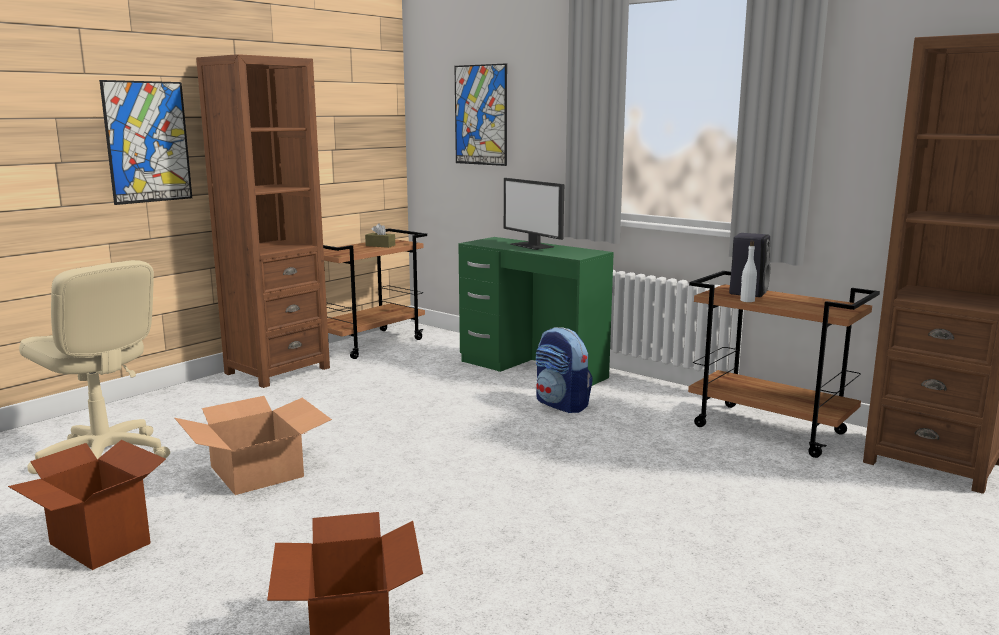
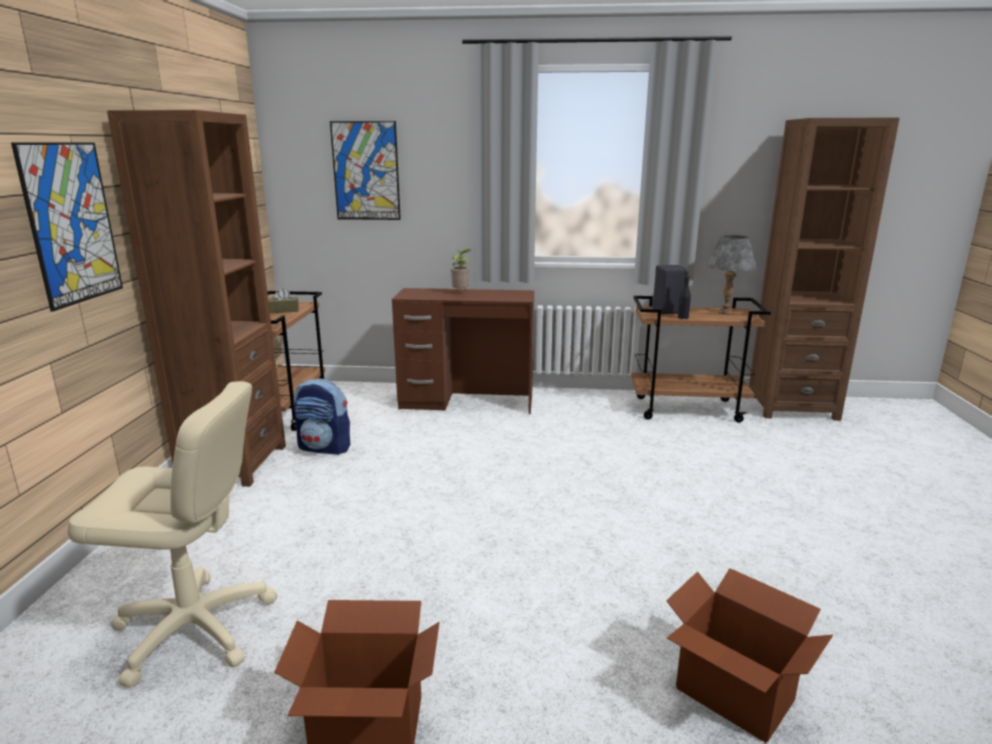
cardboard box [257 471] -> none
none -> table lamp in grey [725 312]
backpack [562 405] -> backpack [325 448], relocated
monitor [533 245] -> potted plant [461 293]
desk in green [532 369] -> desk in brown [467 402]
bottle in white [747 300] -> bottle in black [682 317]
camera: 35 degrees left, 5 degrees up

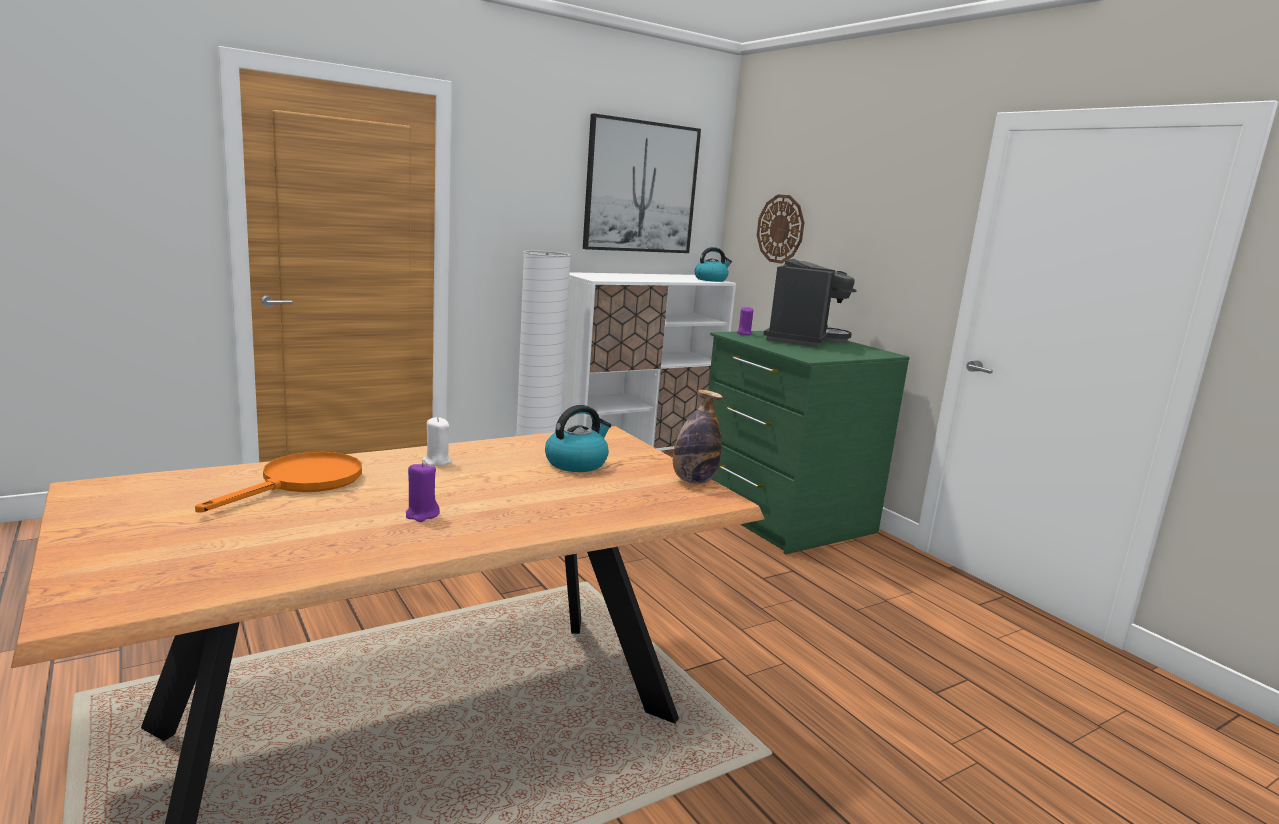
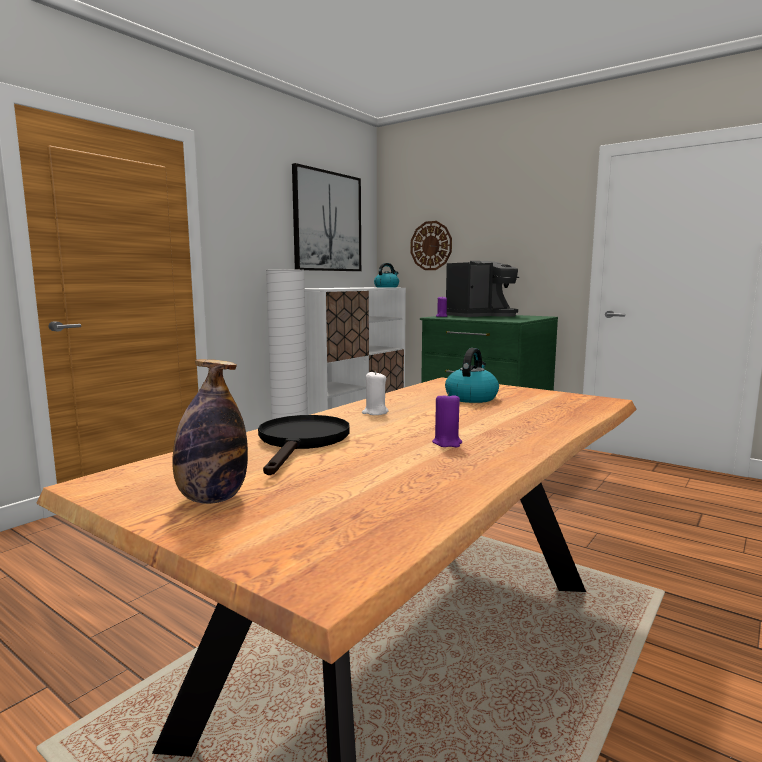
bottle [693 481] -> bottle [212 499], relocated
frying pan in orange [302 483] -> frying pan in black [302 442]
coffee machine [803 339] -> coffee machine [481 315], 60 degrees clockwise
camera: 20 degrees left, 5 degrees down

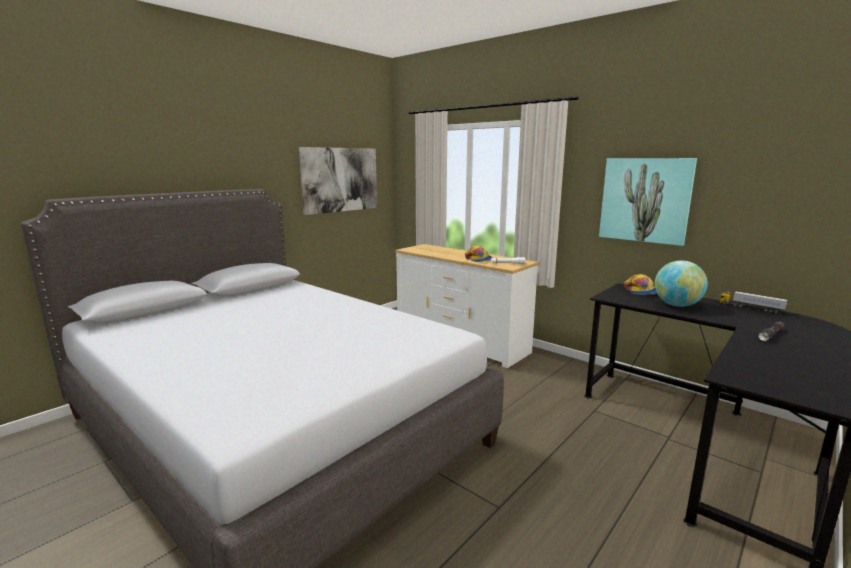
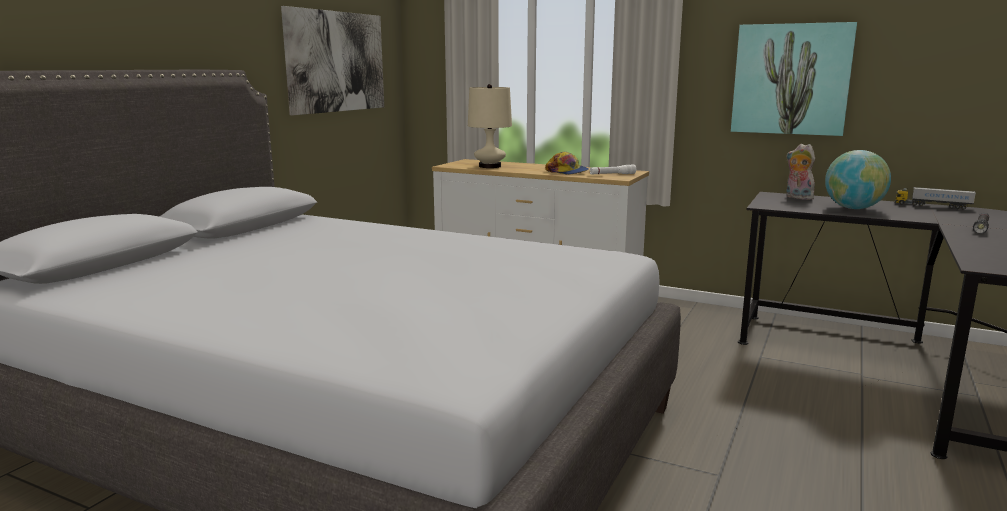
none -> table lamp in beige [490 166]
cap [641 291] -> plush toy [797 197]
camera: 15 degrees left, 0 degrees up

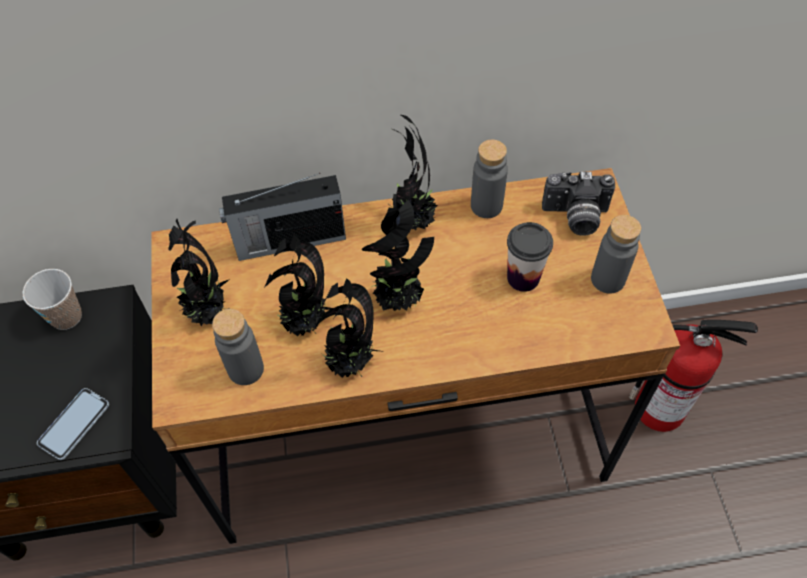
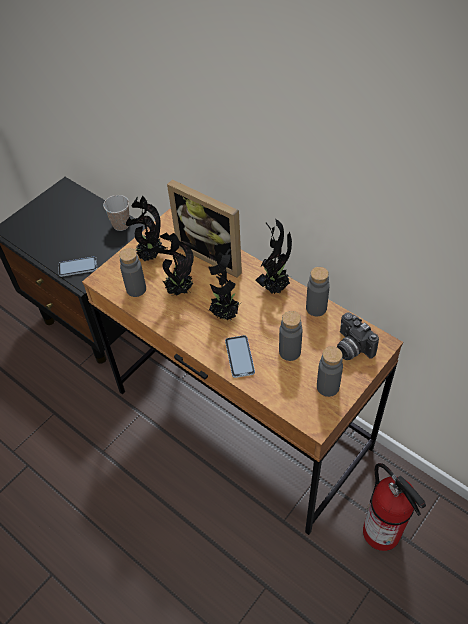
potted plant [350 364] -> none
none -> phone [239 357]
radio [288 241] -> picture frame [214 254]
cup [523 278] -> bottle in grey [289 352]
camera: 50 degrees right, 5 degrees down

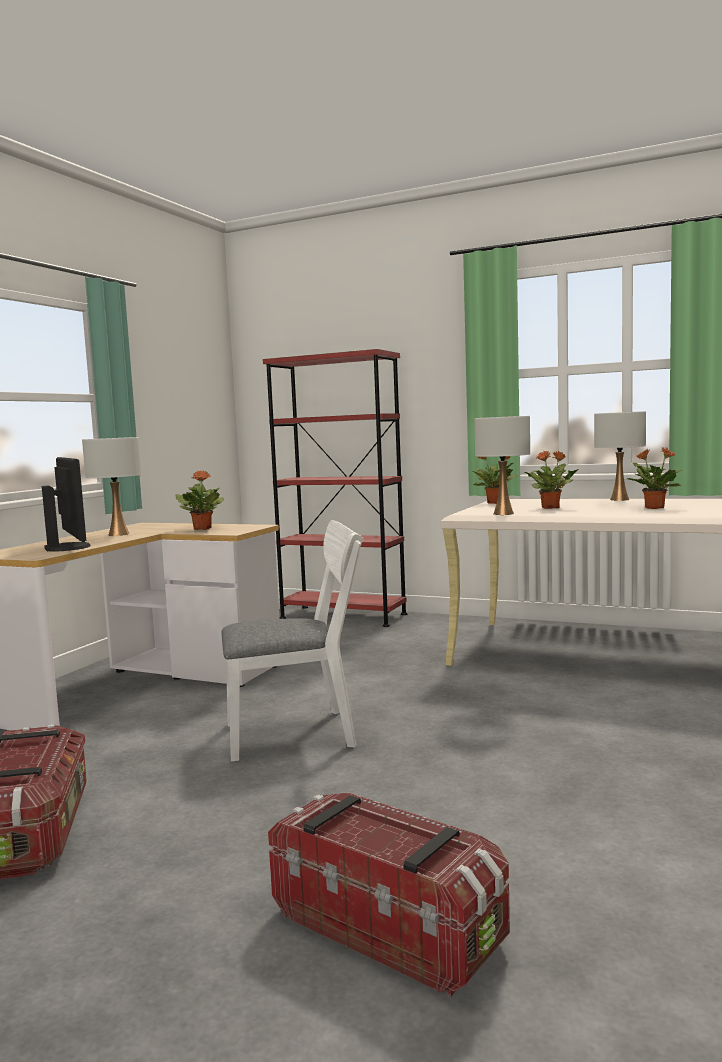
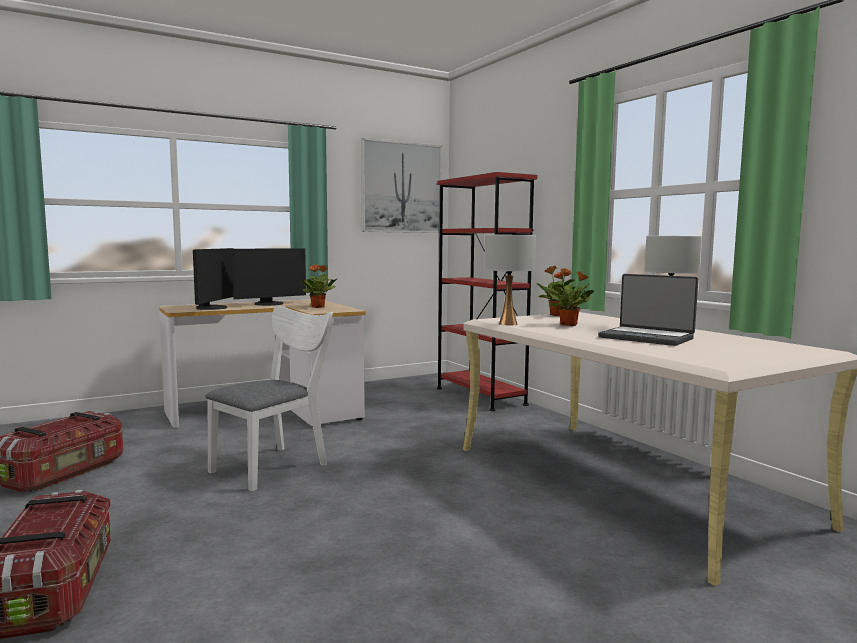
none -> picture [401 187]
table lamp in white [118 534] -> monitor [269 304]
potted plant [653 508] -> laptop [646 338]
chair in white [301 733] -> chair in white [276 465], 75 degrees counterclockwise
camera: 35 degrees right, 0 degrees up

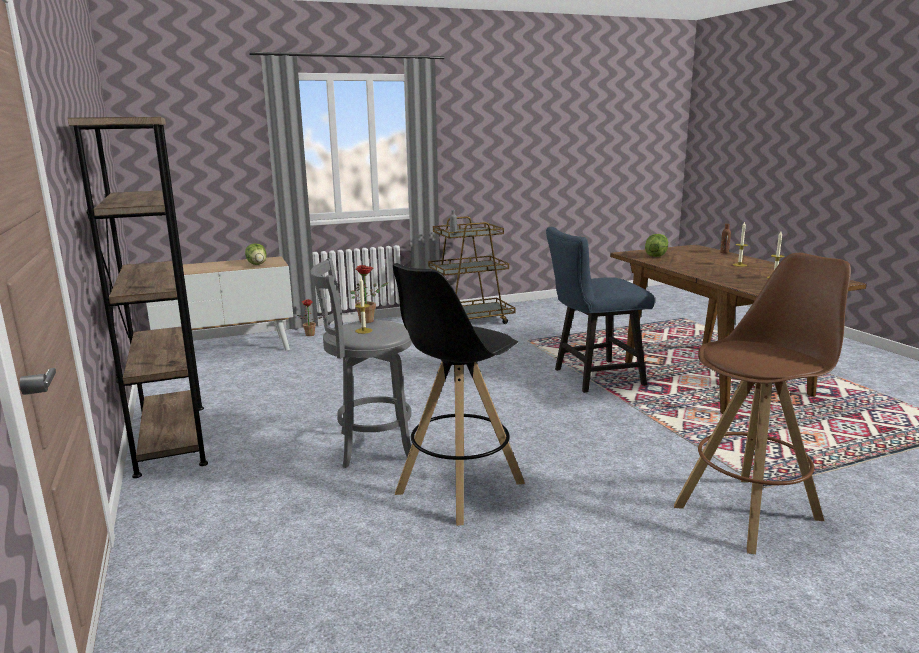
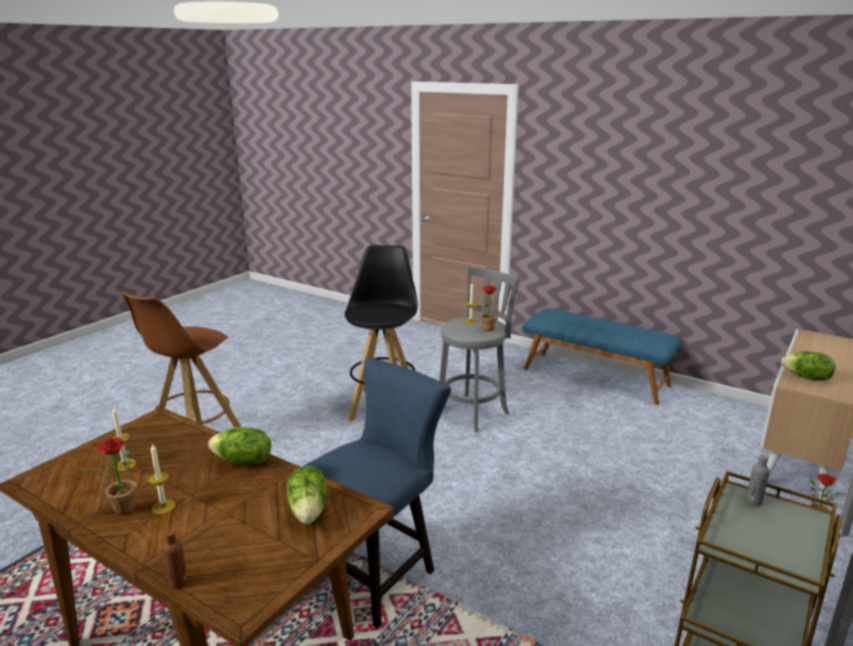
none -> potted plant [120 511]
none -> lettuce [243 462]
bookcase in brown [172 439] -> bench in blue [596 377]
camera: 145 degrees right, 5 degrees up

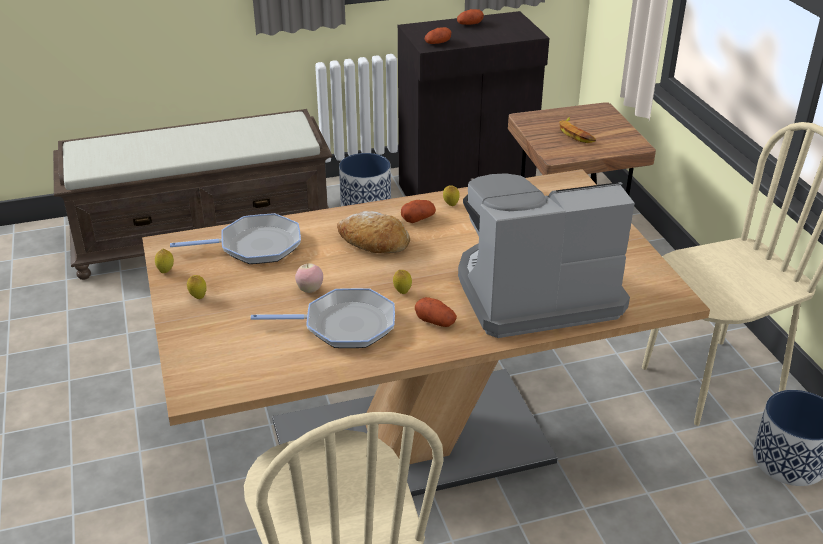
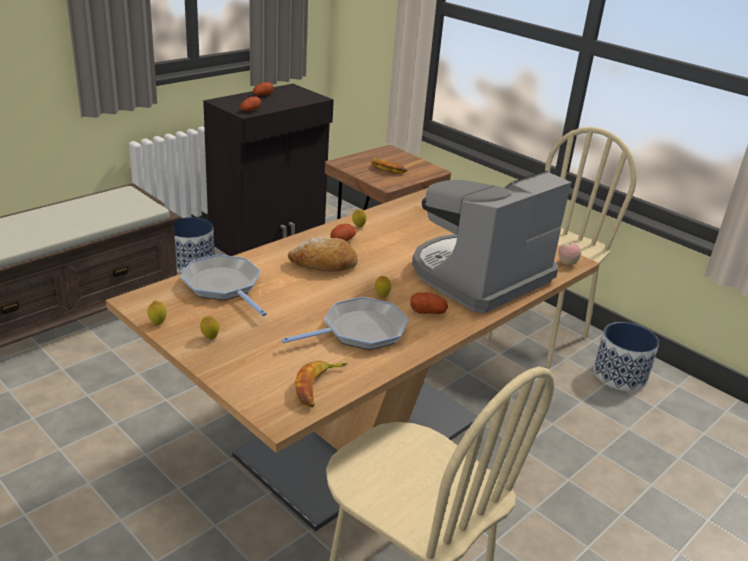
none -> banana [318 387]
apple [310 290] -> apple [567 263], relocated
frying pan [255 246] -> frying pan [224 286], 90 degrees counterclockwise
camera: 30 degrees left, 5 degrees down

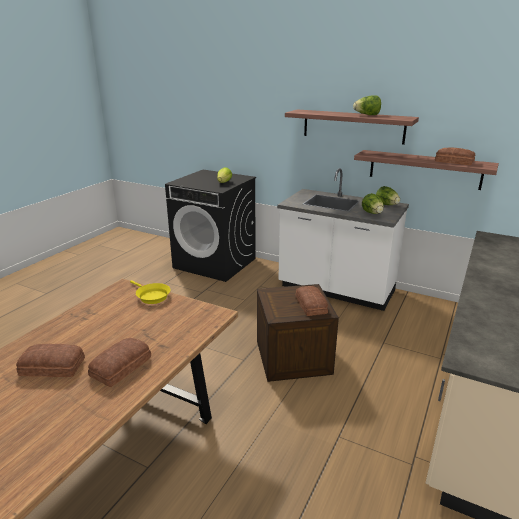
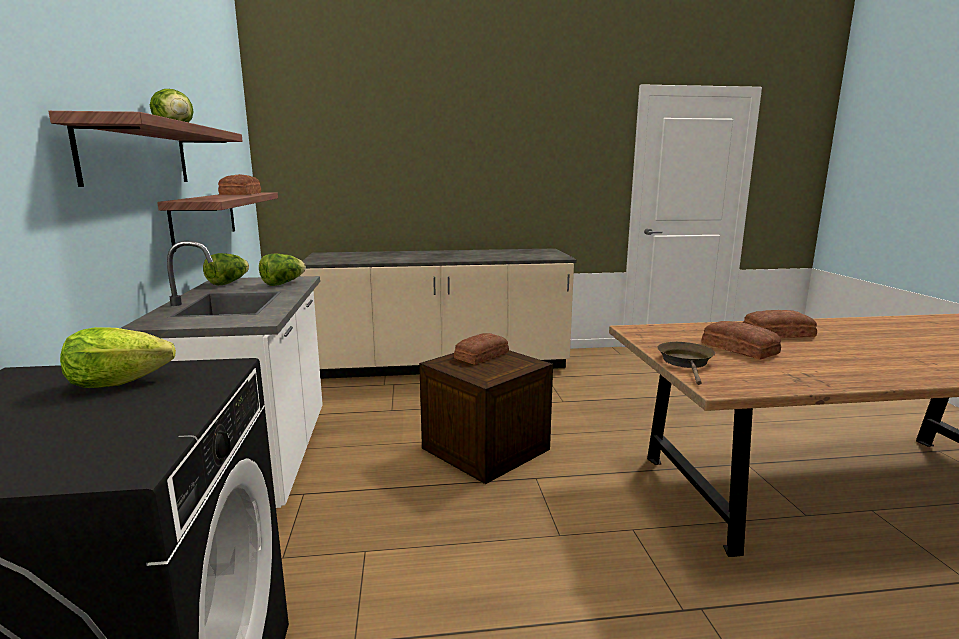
bread [52 367] -> bread [739 348], relocated
frying pan in yellow [151 296] -> frying pan in brown [686 363]
camera: 125 degrees left, 10 degrees down

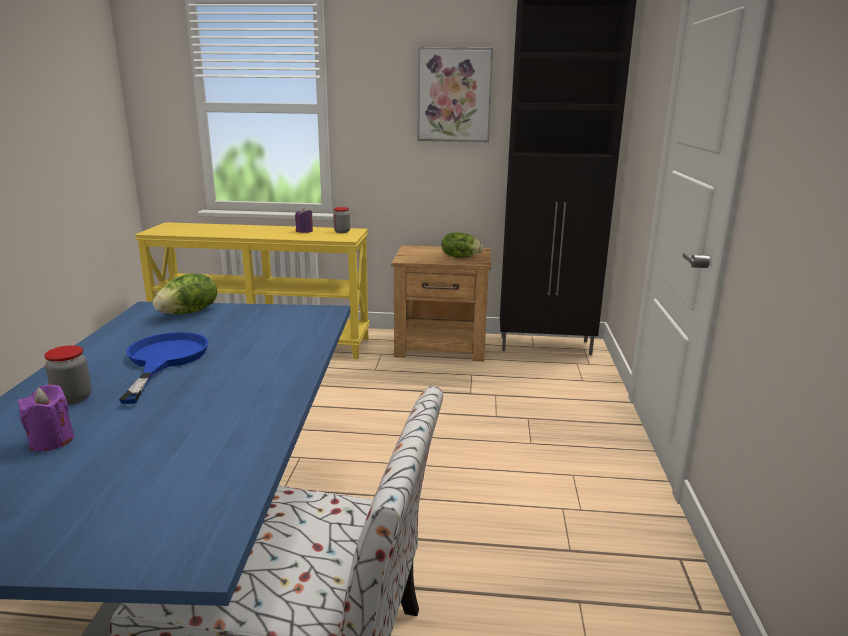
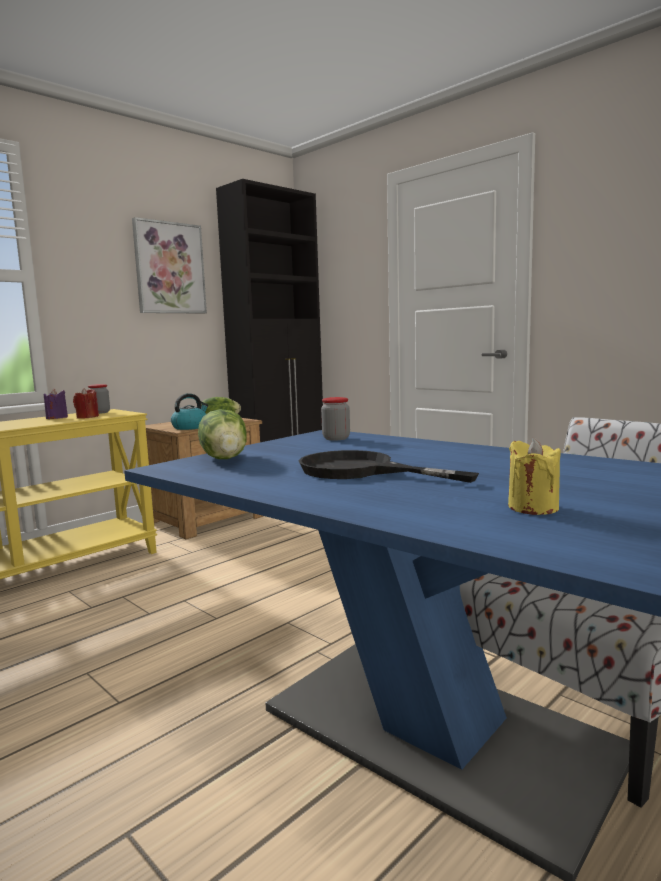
none -> candle in red [87 417]
none -> kettle [190 427]
jar [73 398] -> jar [336 438], relocated
candle in purple [51 441] -> candle in yellow [533 507]
frying pan in blue [164 360] -> frying pan in black [361 471]
camera: 50 degrees left, 10 degrees down

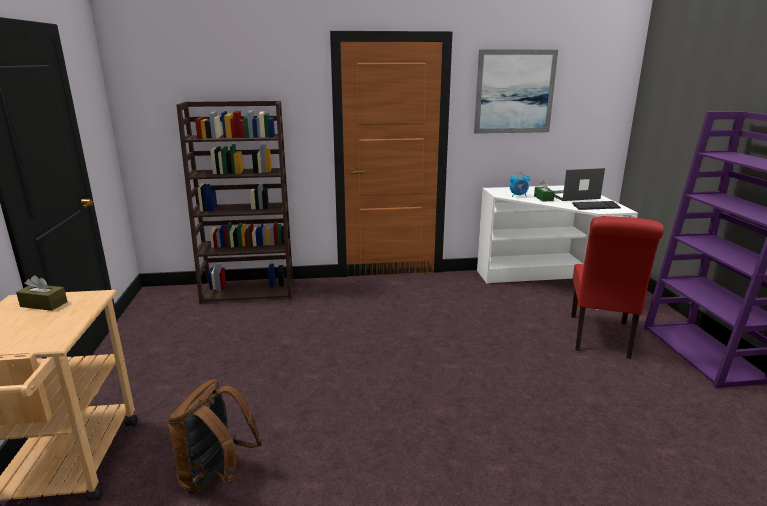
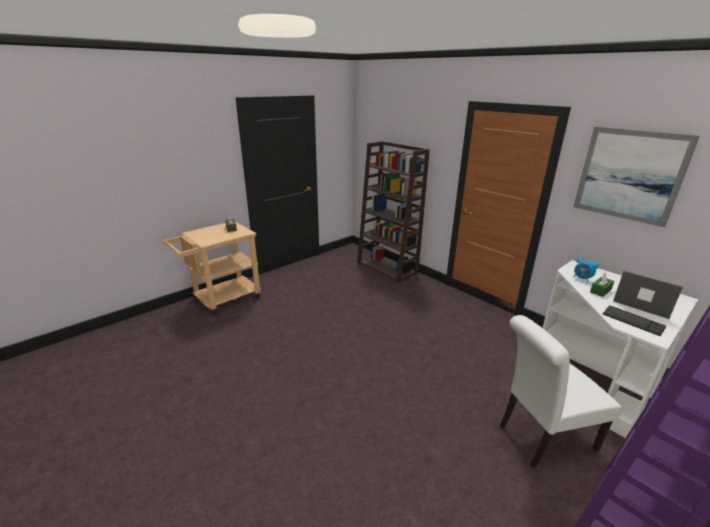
backpack in brown [216 476] -> none
chair in red [600 338] -> chair in white [541 438]
camera: 55 degrees right, 5 degrees up

